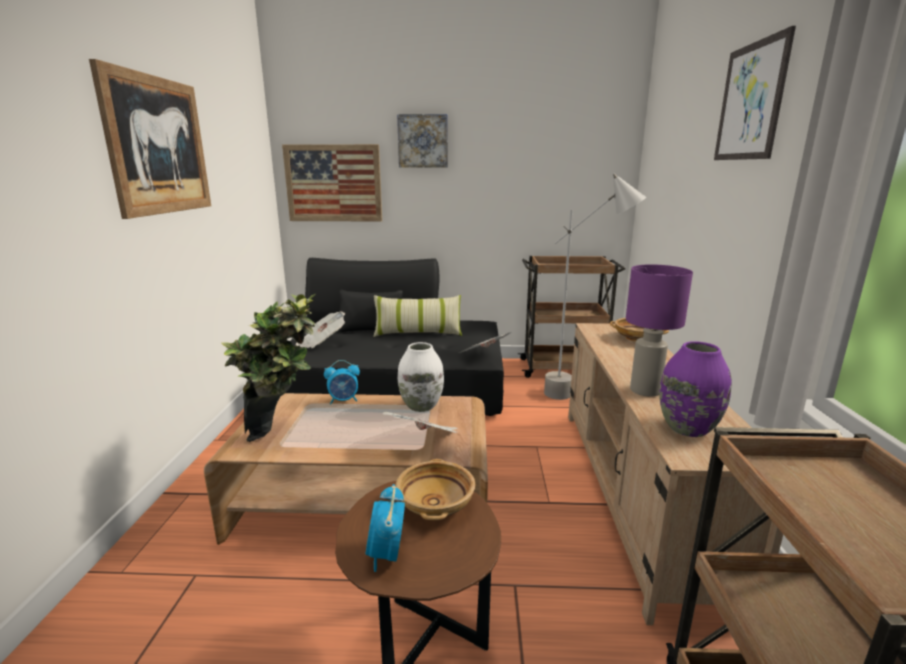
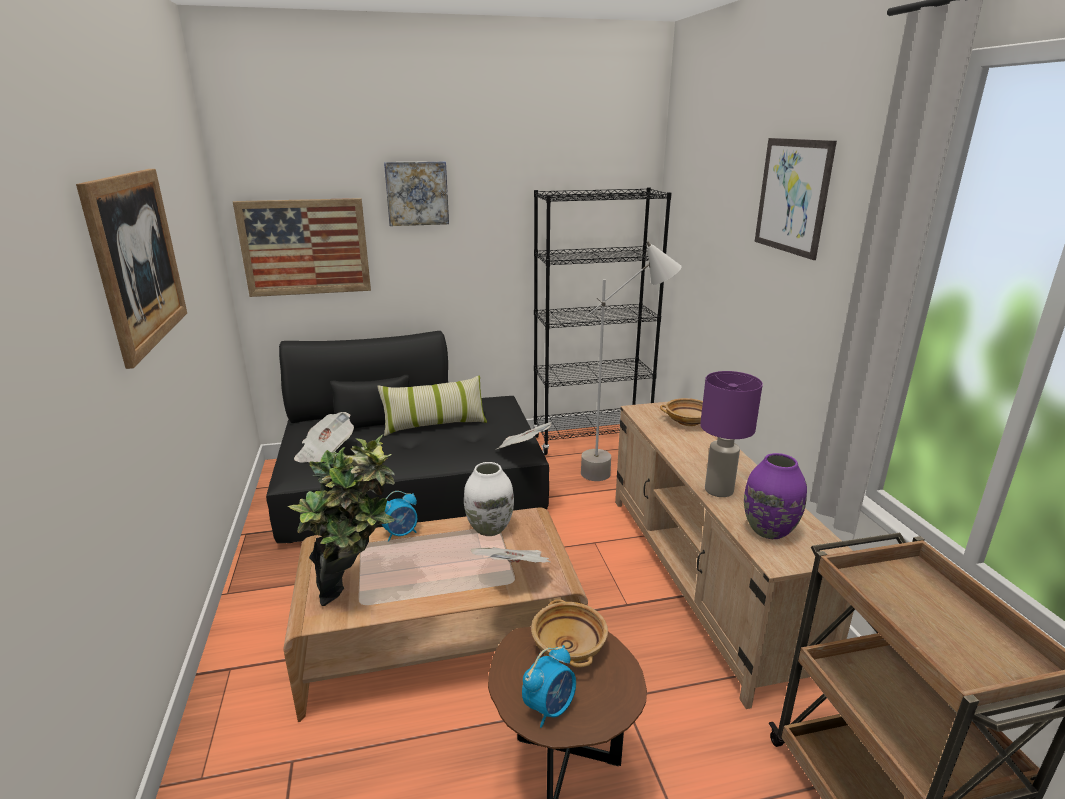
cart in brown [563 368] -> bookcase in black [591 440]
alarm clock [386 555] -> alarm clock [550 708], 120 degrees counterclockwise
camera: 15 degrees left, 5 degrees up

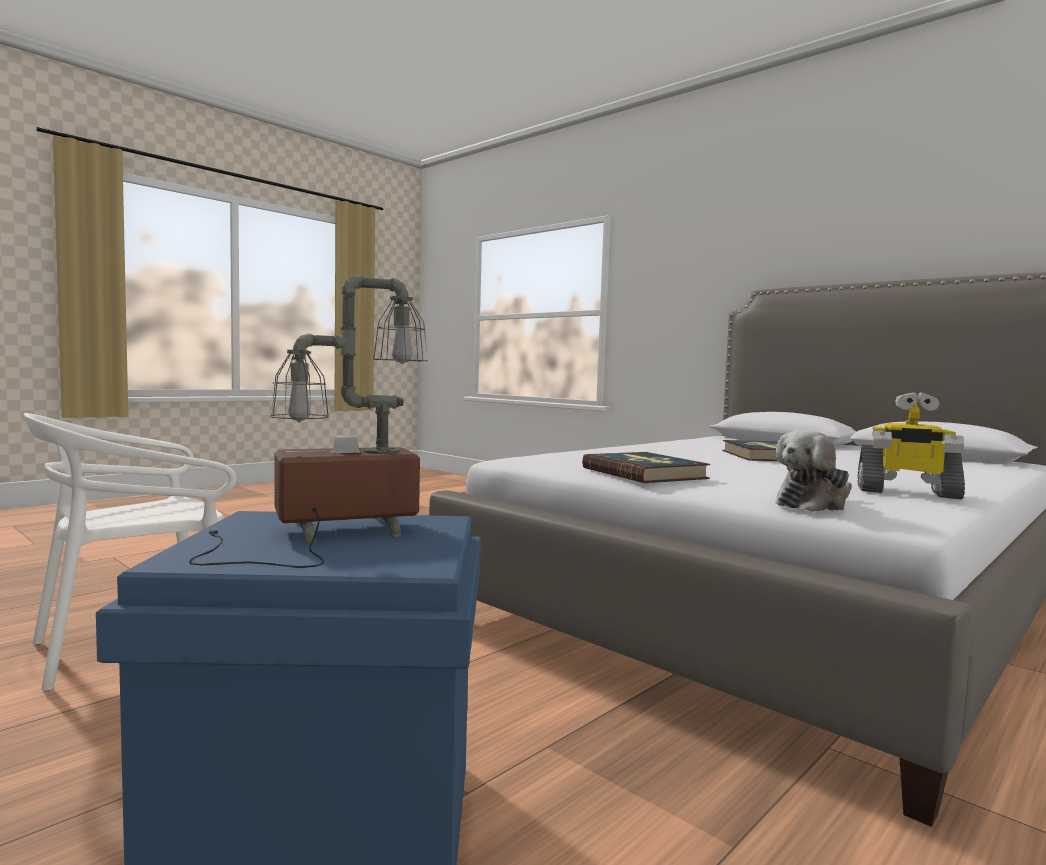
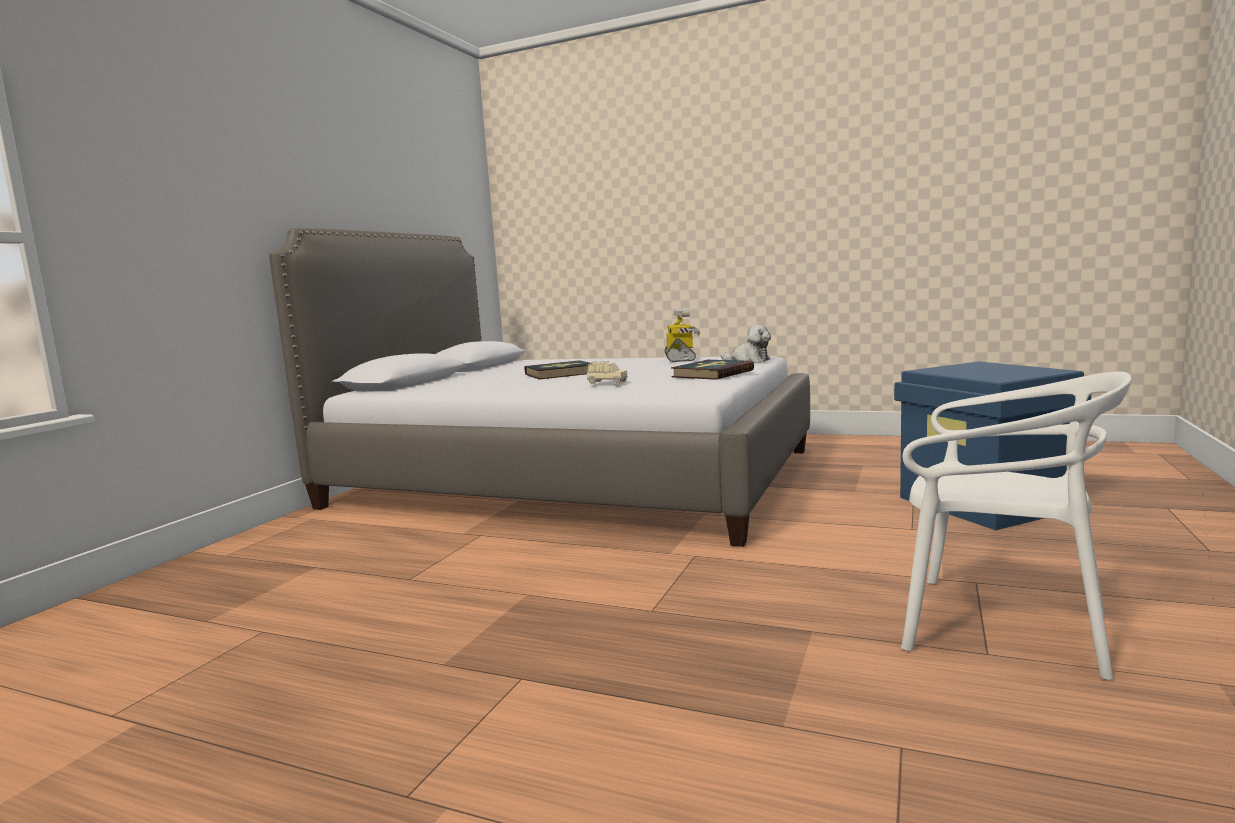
table lamp [327 534] -> none
none -> toy car in beige [607 383]
camera: 110 degrees left, 5 degrees up

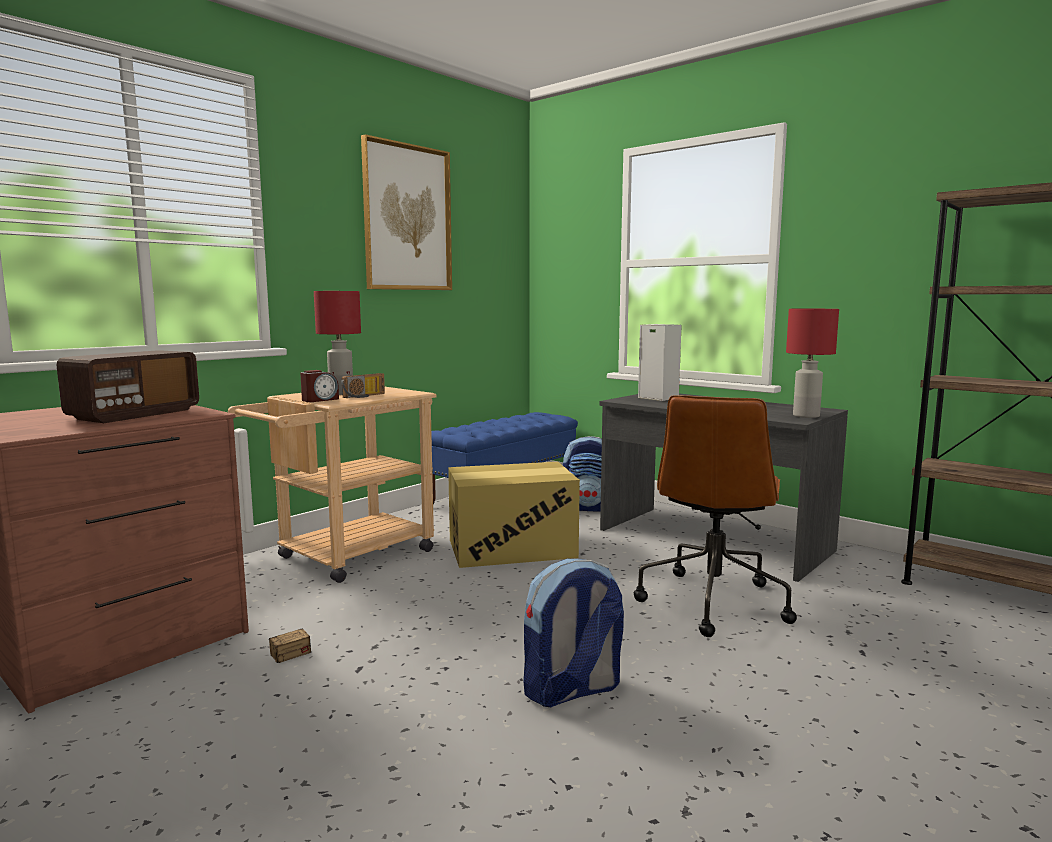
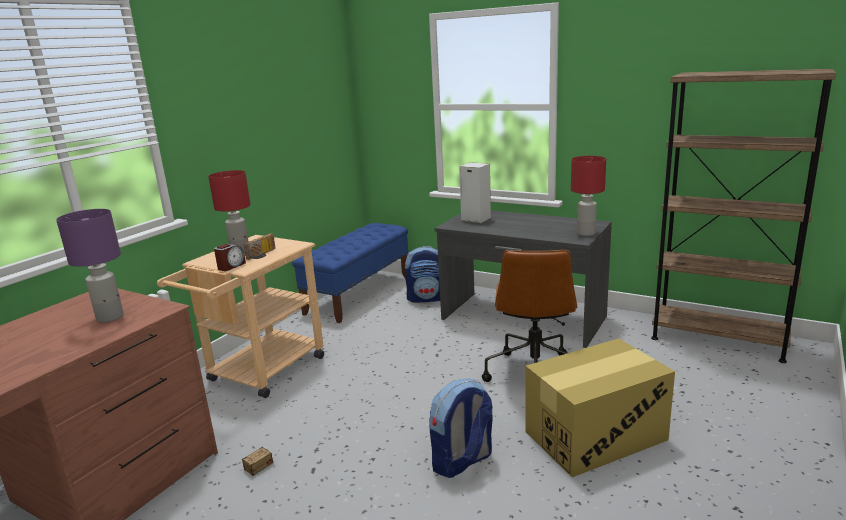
picture [407 218] -> none
cardboard box [512 548] -> cardboard box [595 435], relocated
radio [135 414] -> table lamp in purple [110 317]
camera: 10 degrees left, 10 degrees up

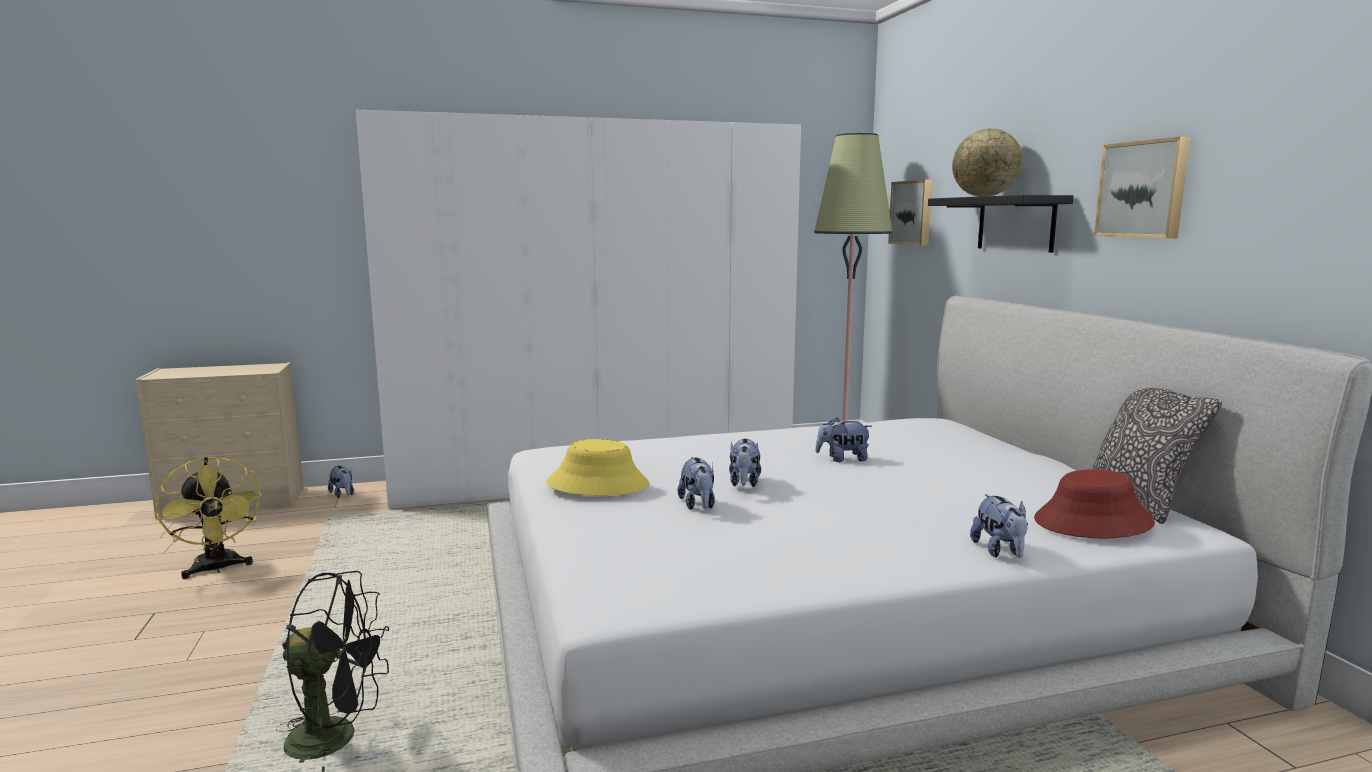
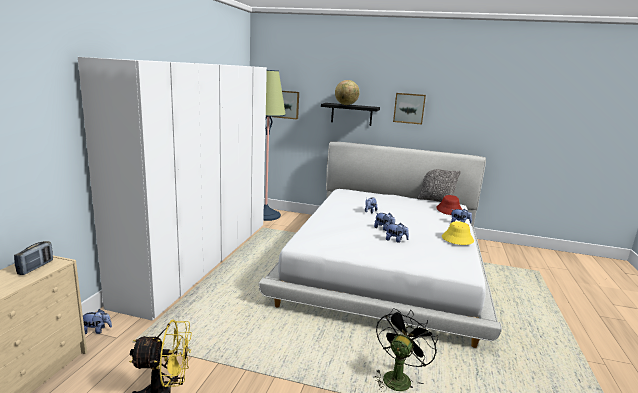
none -> radio [36 267]
hat in yellow [598 484] -> hat in yellow [457 239], relocated
camera: 60 degrees left, 5 degrees up

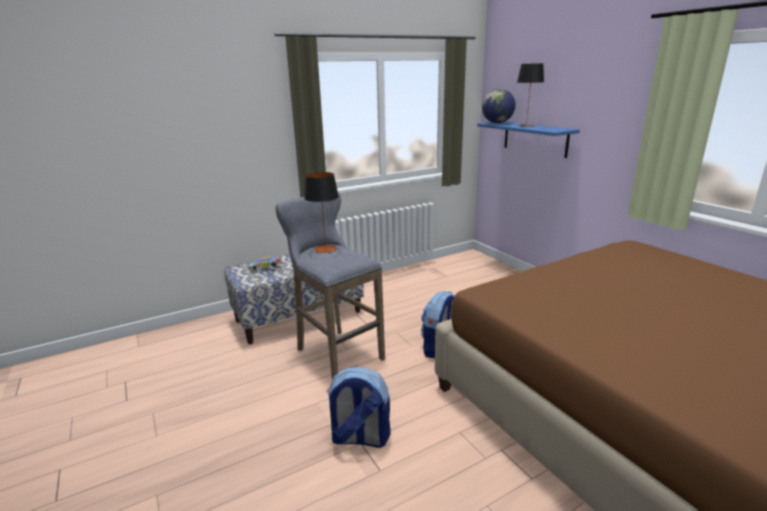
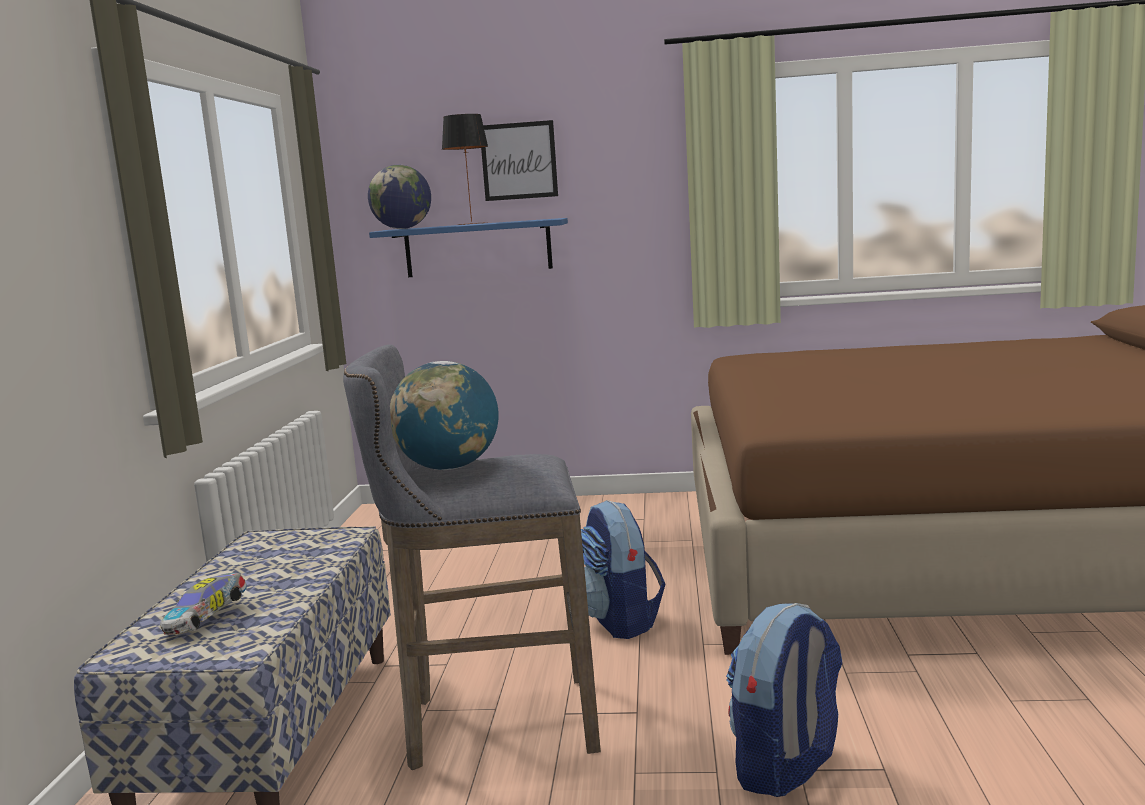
none -> picture [519 161]
table lamp [325 249] -> globe [449 467]
camera: 55 degrees left, 10 degrees down

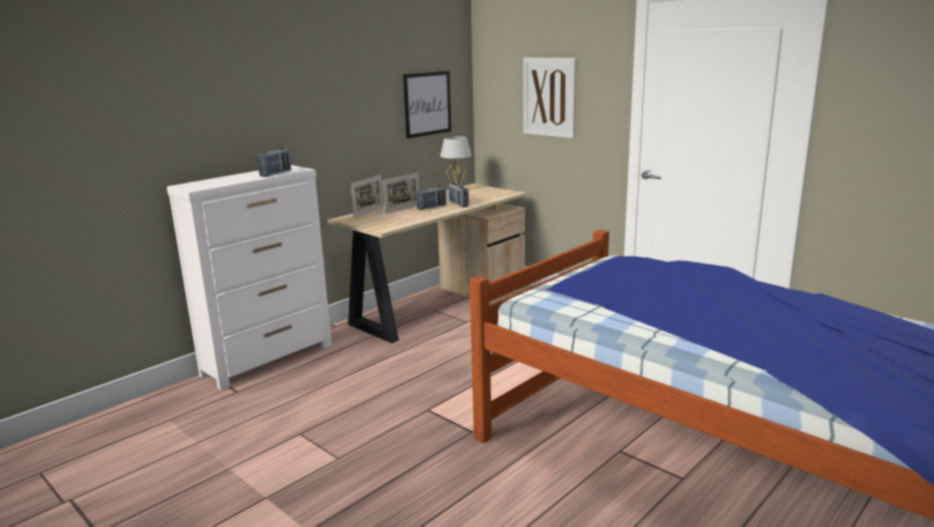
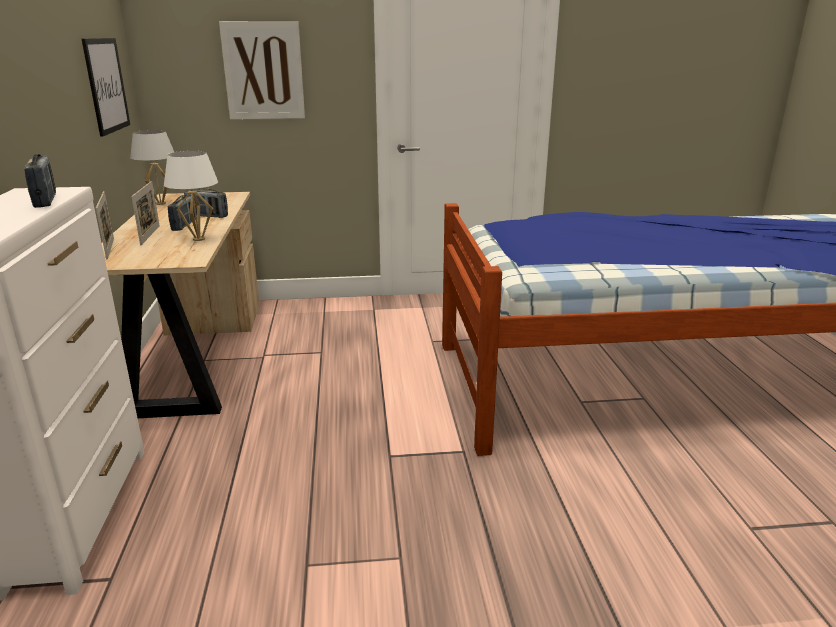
none -> table lamp in white [199 239]
camera: 50 degrees left, 5 degrees up

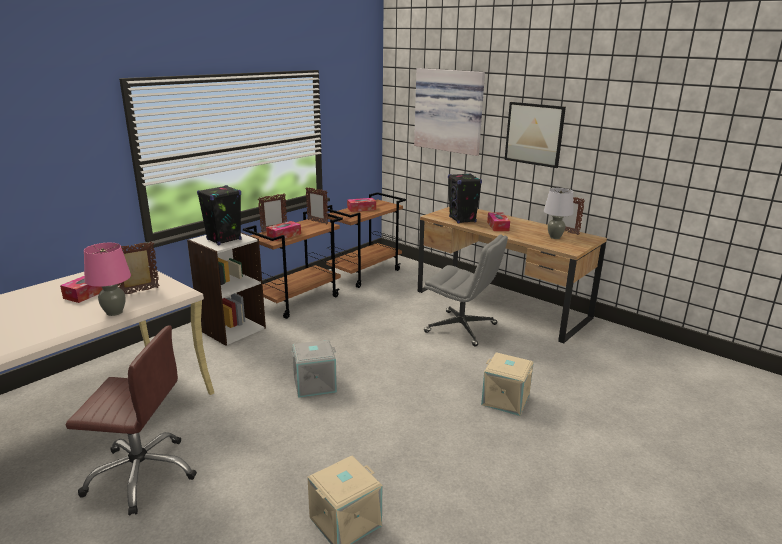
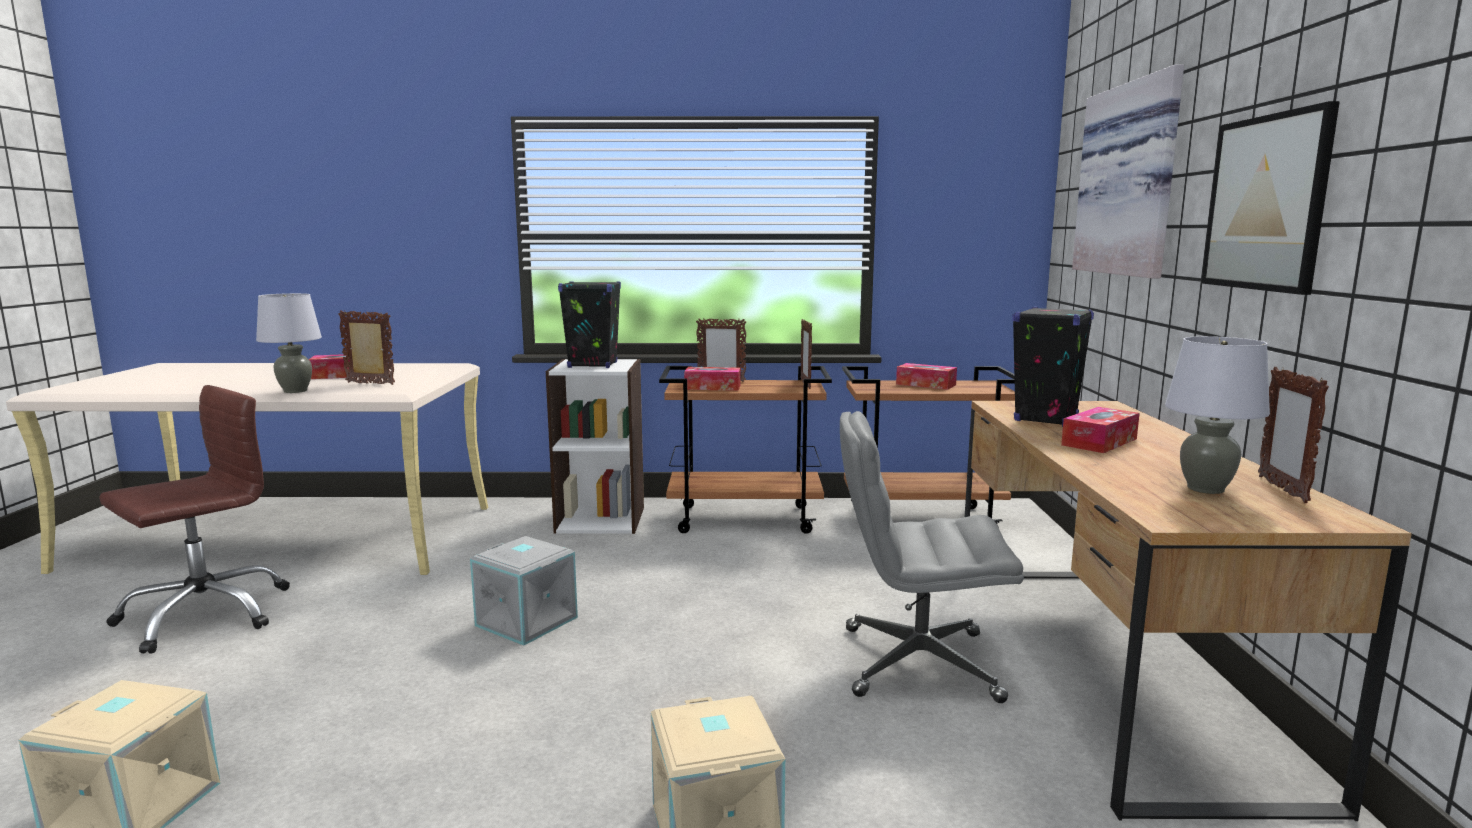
table lamp in pink [114 312] -> table lamp in grey [295 391]
office chair in brown [142 474] -> office chair in brown [204 614], 105 degrees counterclockwise
office chair in grey [462 328] -> office chair in grey [917 664], 105 degrees clockwise
camera: 50 degrees right, 10 degrees down

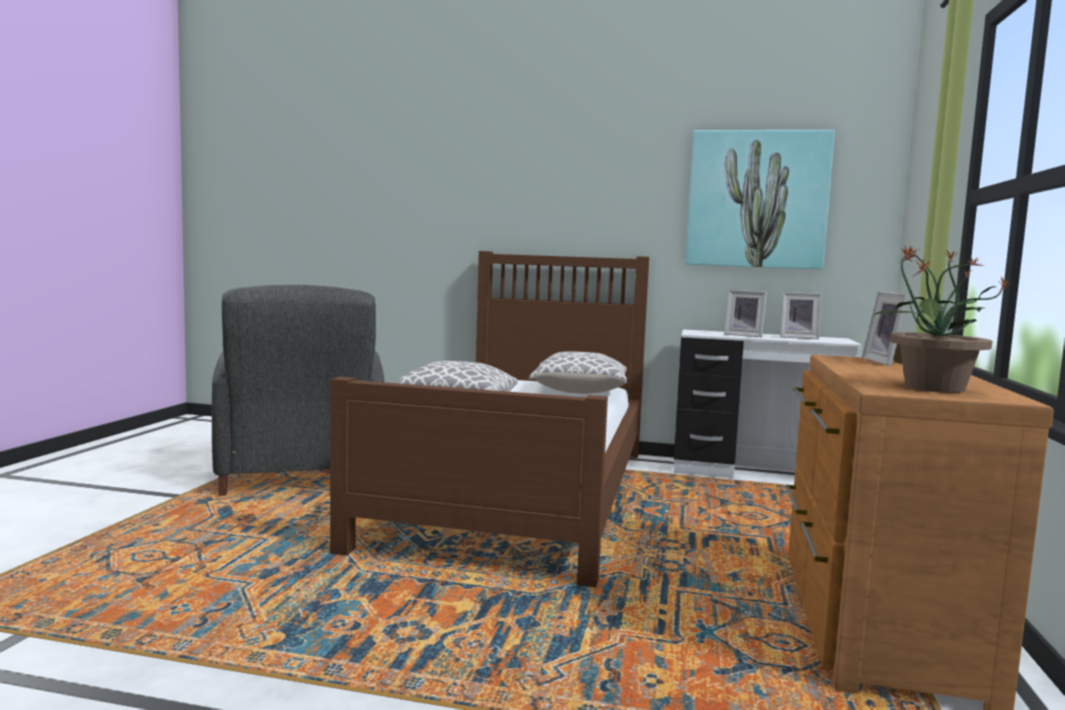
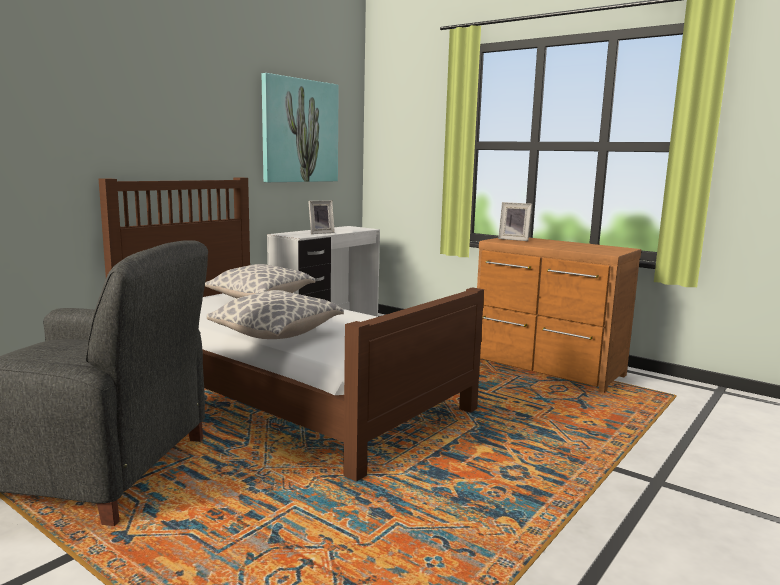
picture frame [798 337] -> none
potted plant [932 388] -> none
camera: 65 degrees left, 5 degrees up

